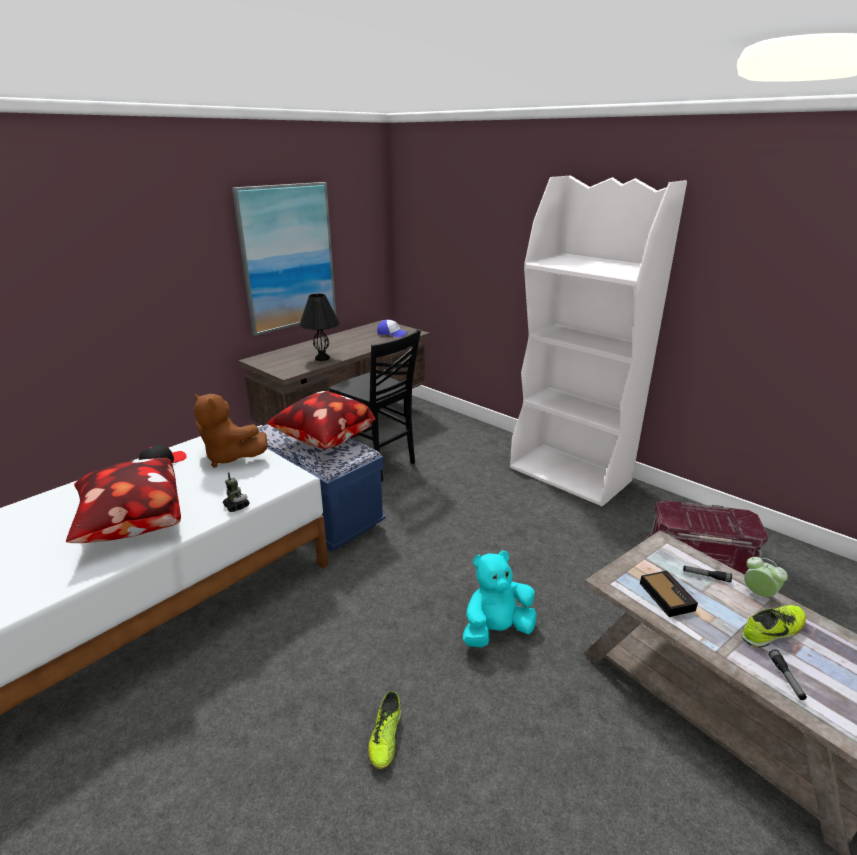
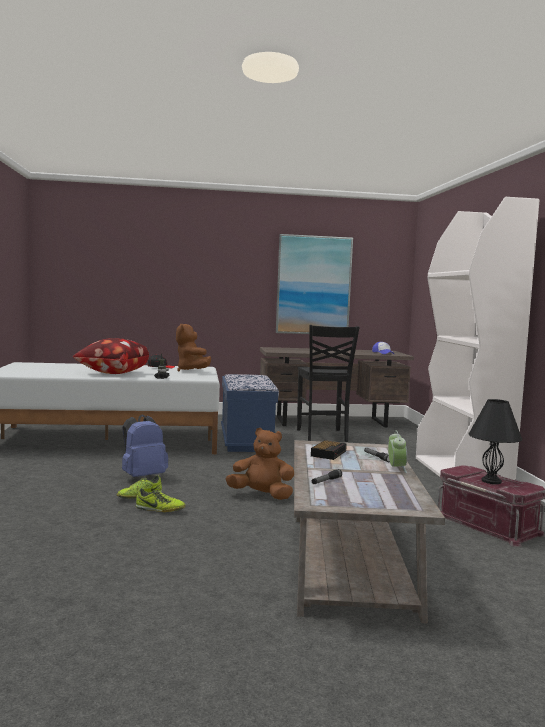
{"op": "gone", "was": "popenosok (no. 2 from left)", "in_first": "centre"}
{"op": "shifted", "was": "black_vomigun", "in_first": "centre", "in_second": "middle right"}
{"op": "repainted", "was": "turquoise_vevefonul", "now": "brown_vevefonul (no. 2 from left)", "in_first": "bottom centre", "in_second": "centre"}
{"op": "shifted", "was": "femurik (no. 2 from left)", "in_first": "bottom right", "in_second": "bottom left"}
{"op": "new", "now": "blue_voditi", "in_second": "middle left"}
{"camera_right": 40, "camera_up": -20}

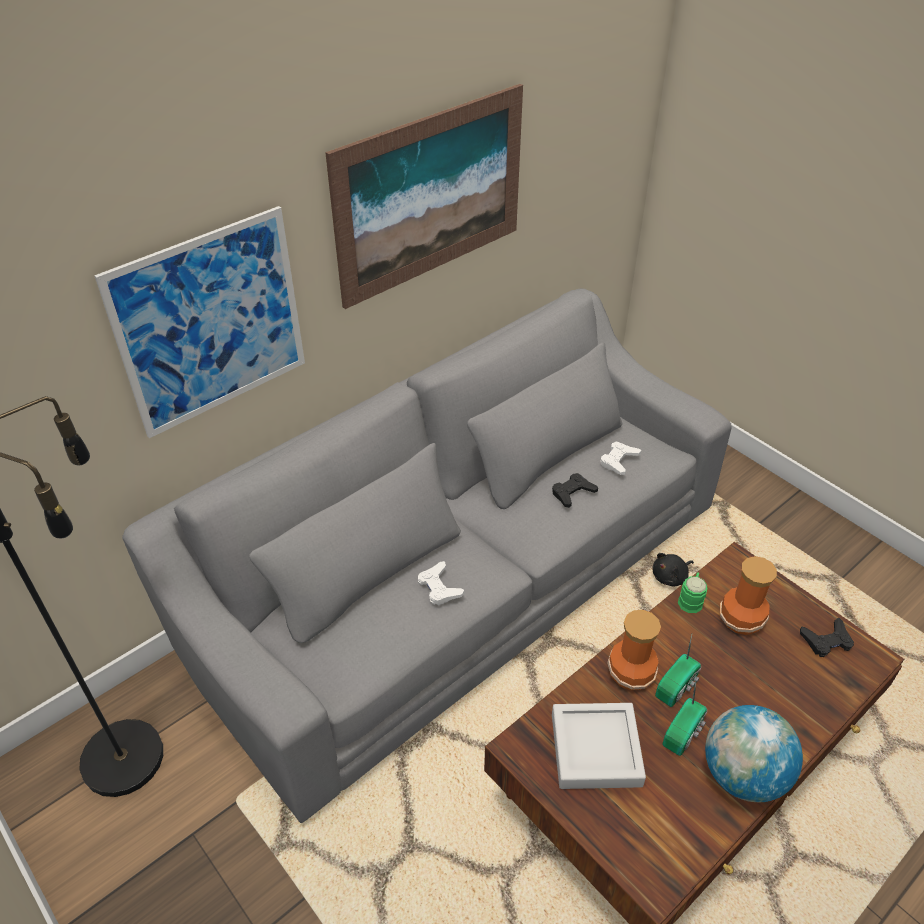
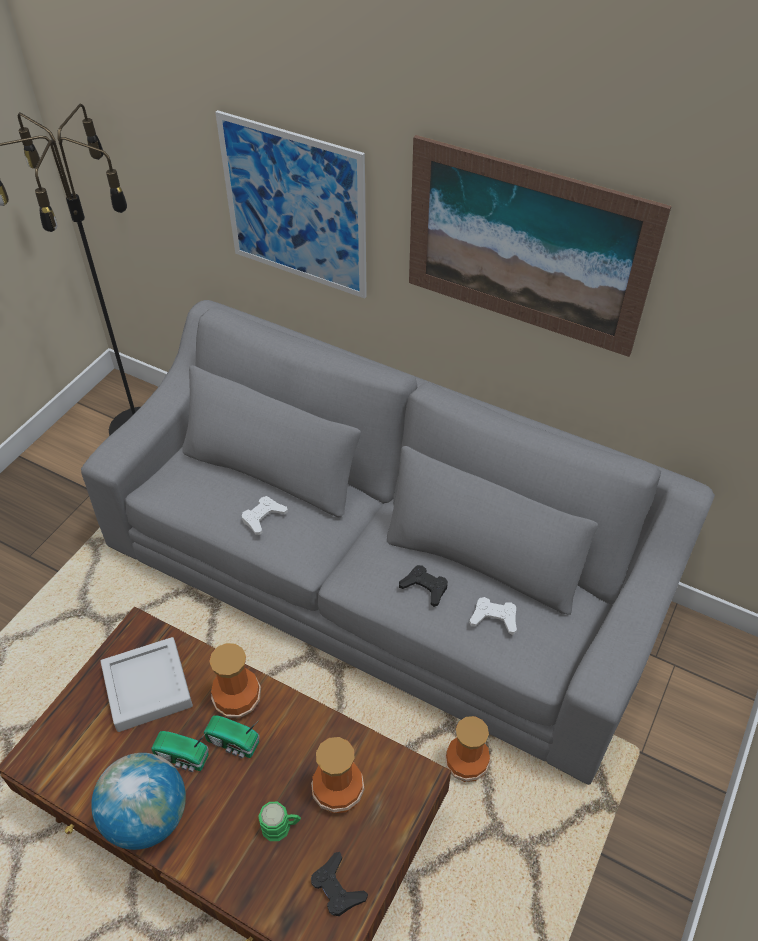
{"op": "swapped", "was": "black_vevefonul", "now": "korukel (no. 3 from left)", "in_first": "middle right", "in_second": "bottom centre"}
{"op": "shifted", "was": "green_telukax", "in_first": "middle right", "in_second": "bottom centre"}
{"camera_right": 70, "camera_up": 5}

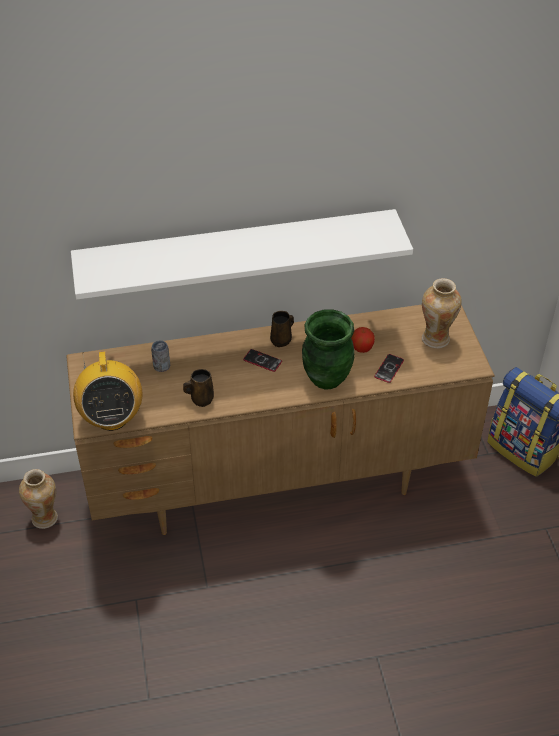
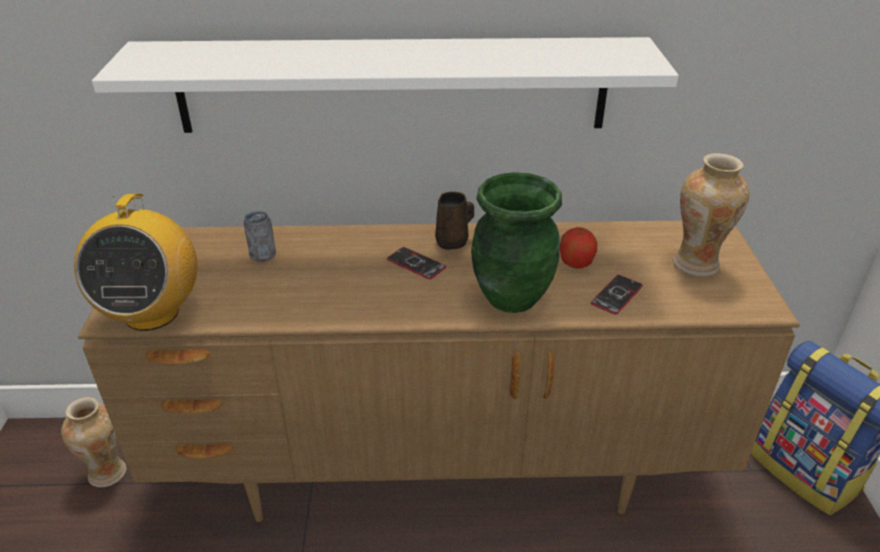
{"op": "gone", "was": "brown_telukax (no. 1 from left)", "in_first": "centre"}
{"camera_right": 10, "camera_up": -10}

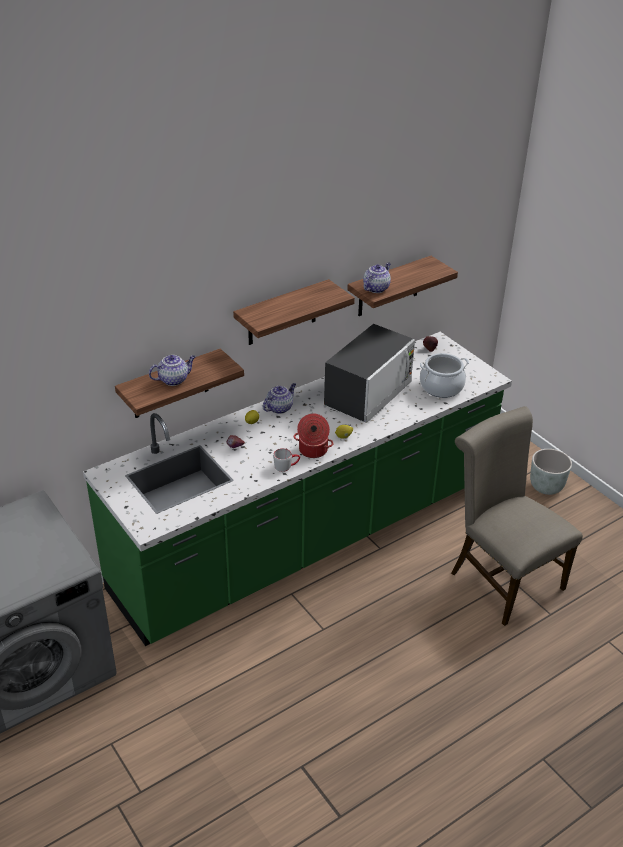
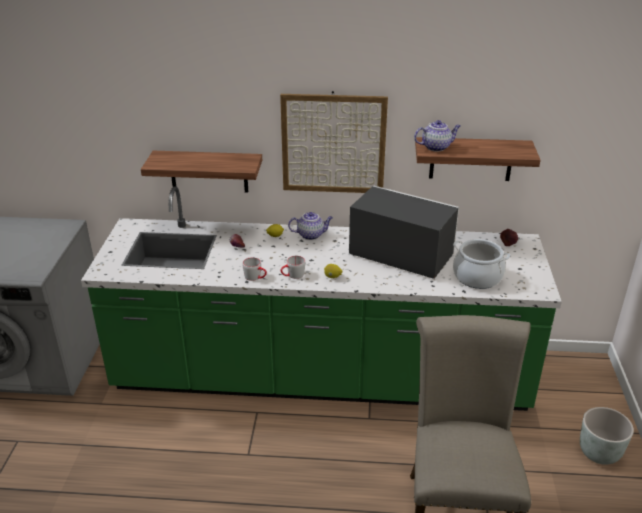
{"op": "gone", "was": "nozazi (no. 1 from left)", "in_first": "middle left"}
{"op": "swapped", "was": "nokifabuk (no. 2 from left)", "now": "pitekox", "in_first": "centre", "in_second": "top centre"}
{"op": "swapped", "was": "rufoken (no. 1 from left)", "now": "grey_telukax (no. 2 from left)", "in_first": "centre", "in_second": "centre"}
{"op": "rotated", "was": "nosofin", "in_first": "centre", "in_second": "centre", "clockwise": -135}
{"camera_right": 40, "camera_up": -5}

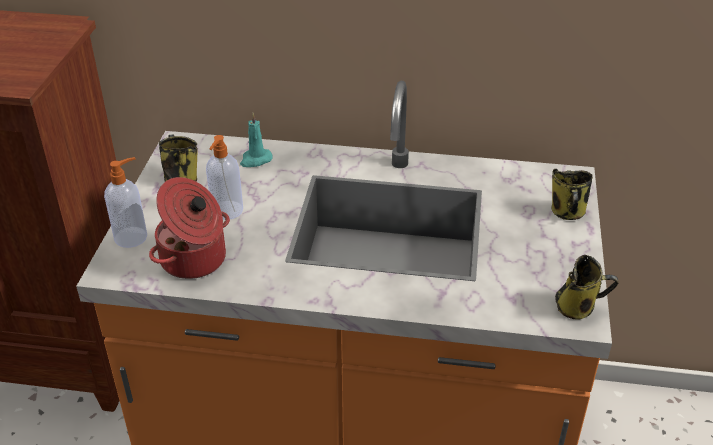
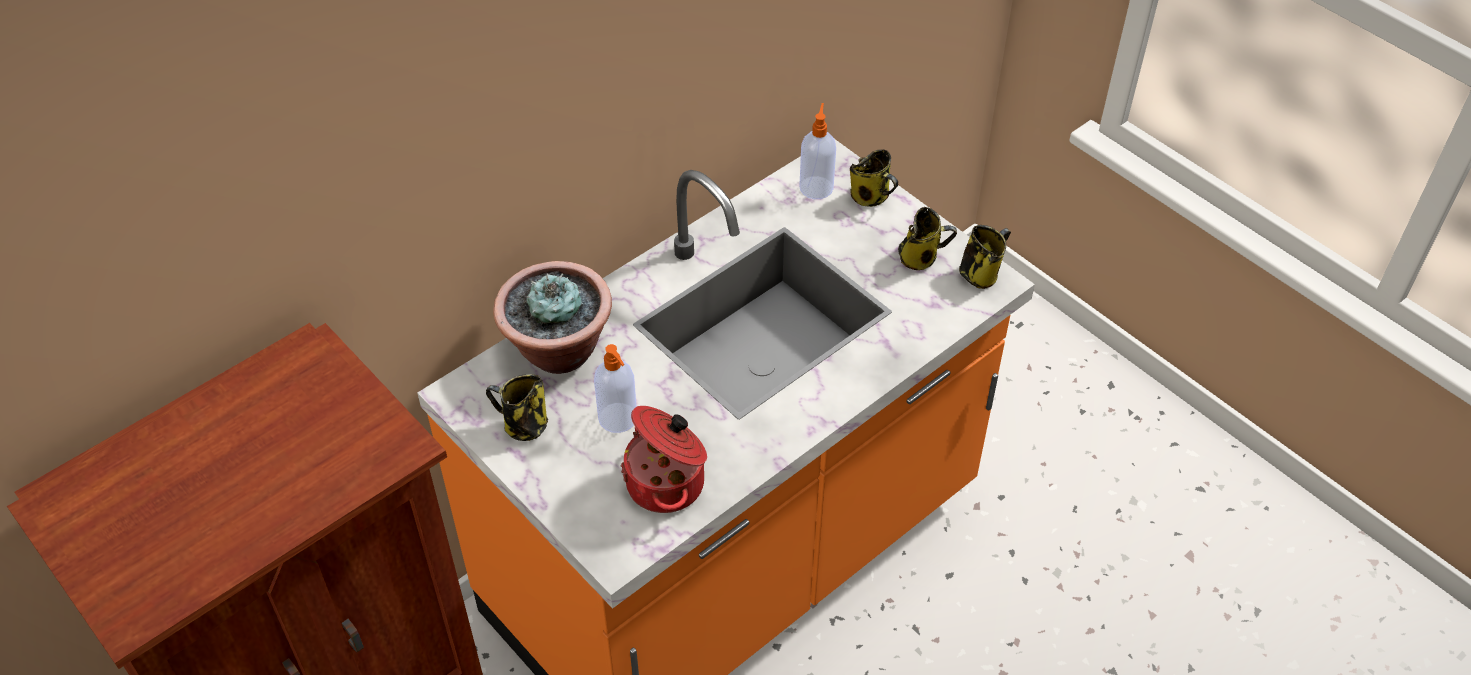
{"op": "shifted", "was": "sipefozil (no. 1 from left in the first image)", "now": "sipefozil (no. 2 from left)", "in_first": "middle left", "in_second": "top centre"}
{"op": "swapped", "was": "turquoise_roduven", "now": "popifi", "in_first": "top centre", "in_second": "centre"}
{"op": "new", "now": "telukax (no. 3 from left)", "in_second": "centre"}
{"camera_right": -50, "camera_up": 10}

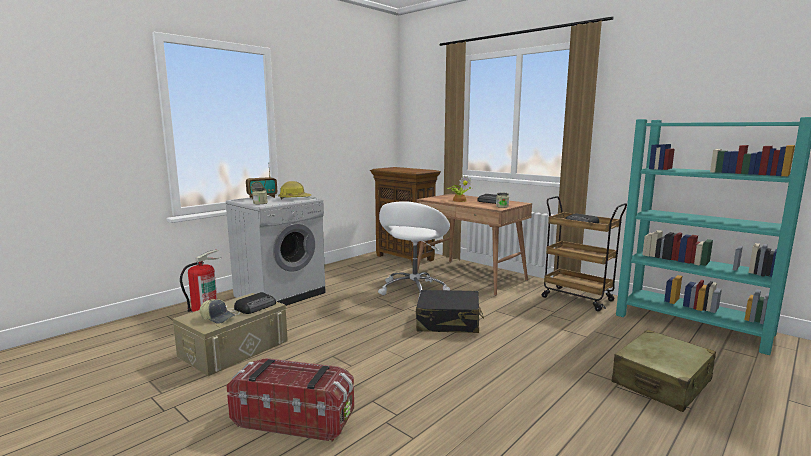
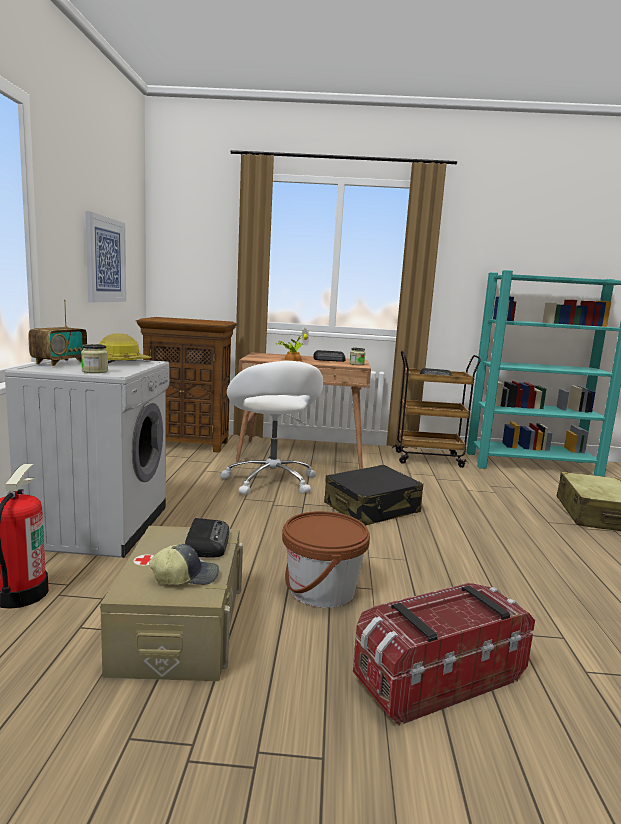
{"op": "new", "now": "pitekox", "in_second": "top left"}
{"op": "new", "now": "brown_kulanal", "in_second": "bottom centre"}
{"camera_right": -40, "camera_up": 0}

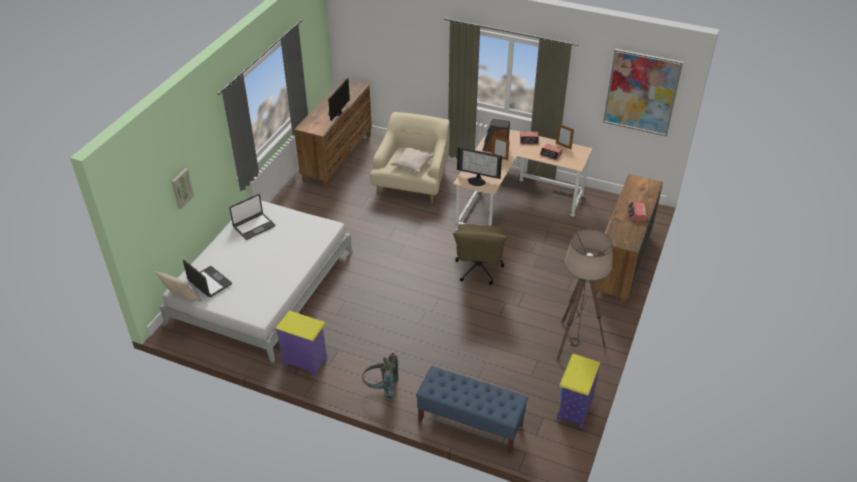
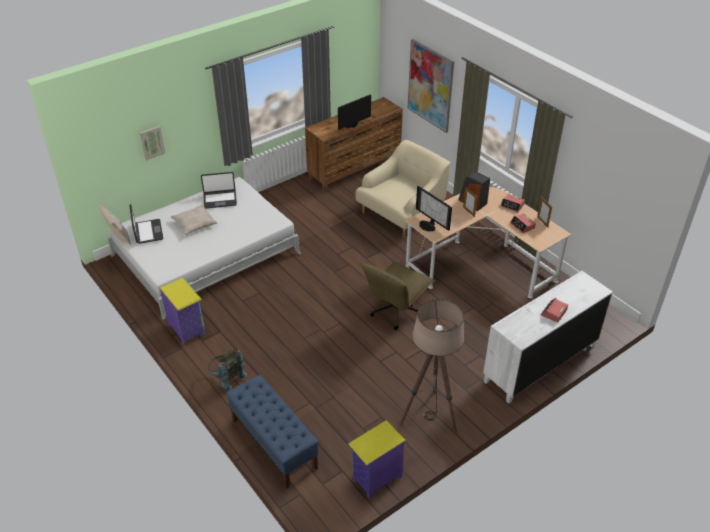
{"op": "shifted", "was": "beige_popenosok (no. 2 from left)", "in_first": "top centre", "in_second": "middle left"}
{"op": "repainted", "was": "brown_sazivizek (no. 2 from left)", "now": "white_sazivizek", "in_first": "middle right", "in_second": "middle right"}
{"op": "shifted", "was": "pitekox (no. 2 from left)", "in_first": "top right", "in_second": "top centre"}
{"camera_right": 30, "camera_up": 0}

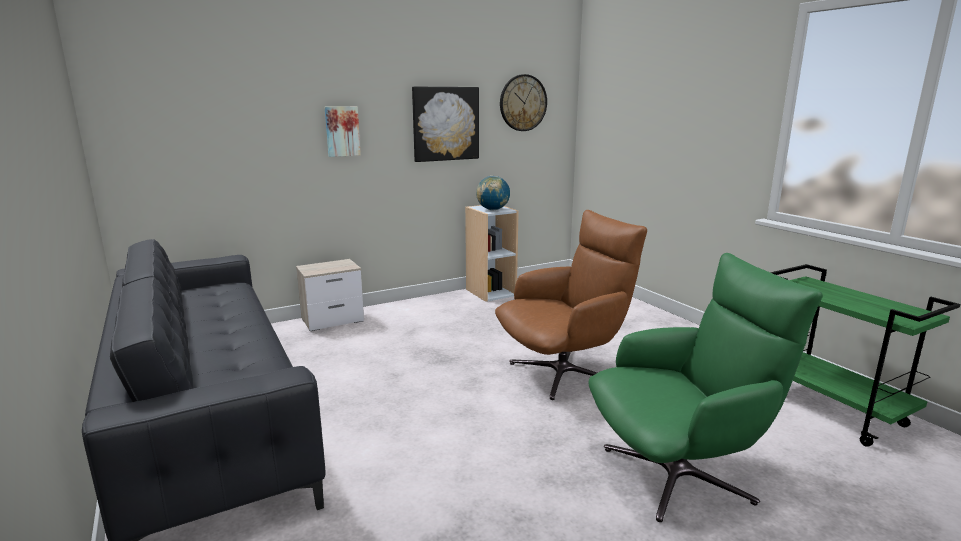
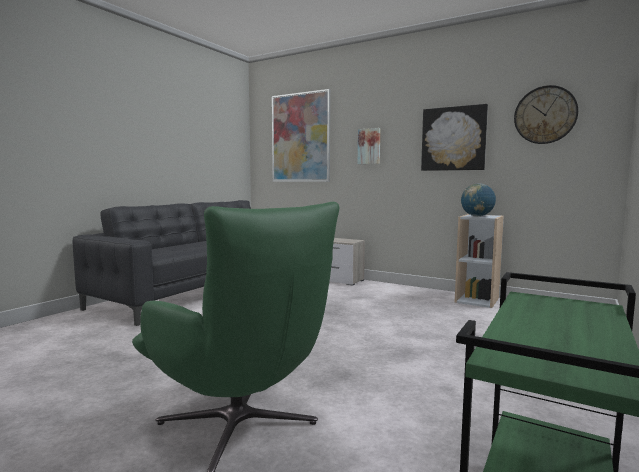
{"op": "gone", "was": "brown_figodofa", "in_first": "centre"}
{"op": "new", "now": "pitekox (no. 1 from left)", "in_second": "top centre"}
{"camera_right": 60, "camera_up": -10}

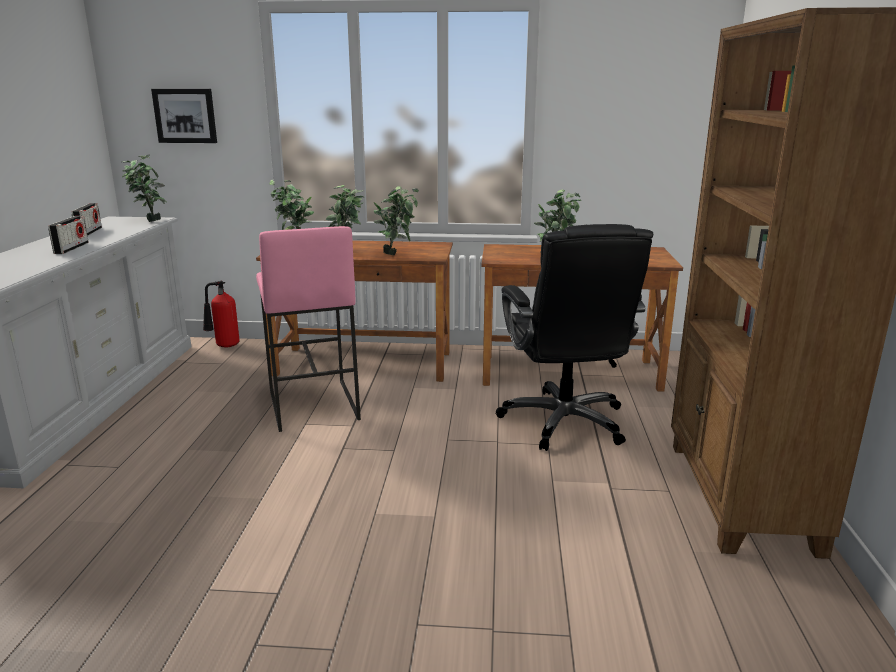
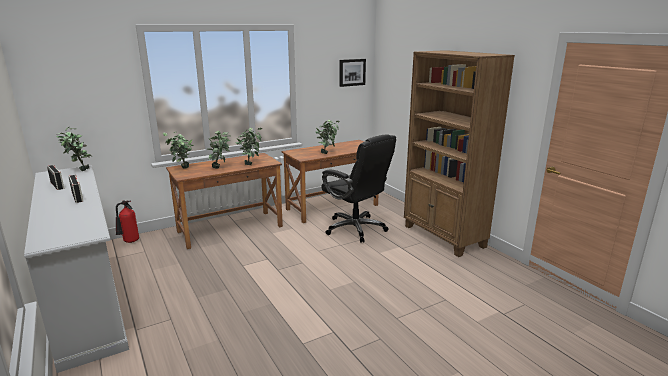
{"op": "shifted", "was": "pitekox", "in_first": "top left", "in_second": "top centre"}
{"op": "gone", "was": "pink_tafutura", "in_first": "centre"}
{"camera_right": -35, "camera_up": 0}

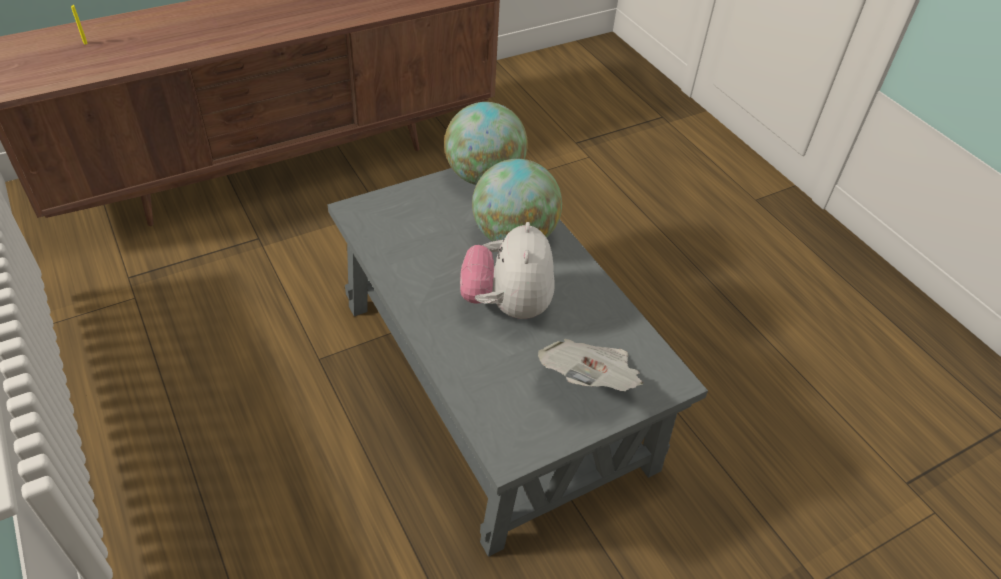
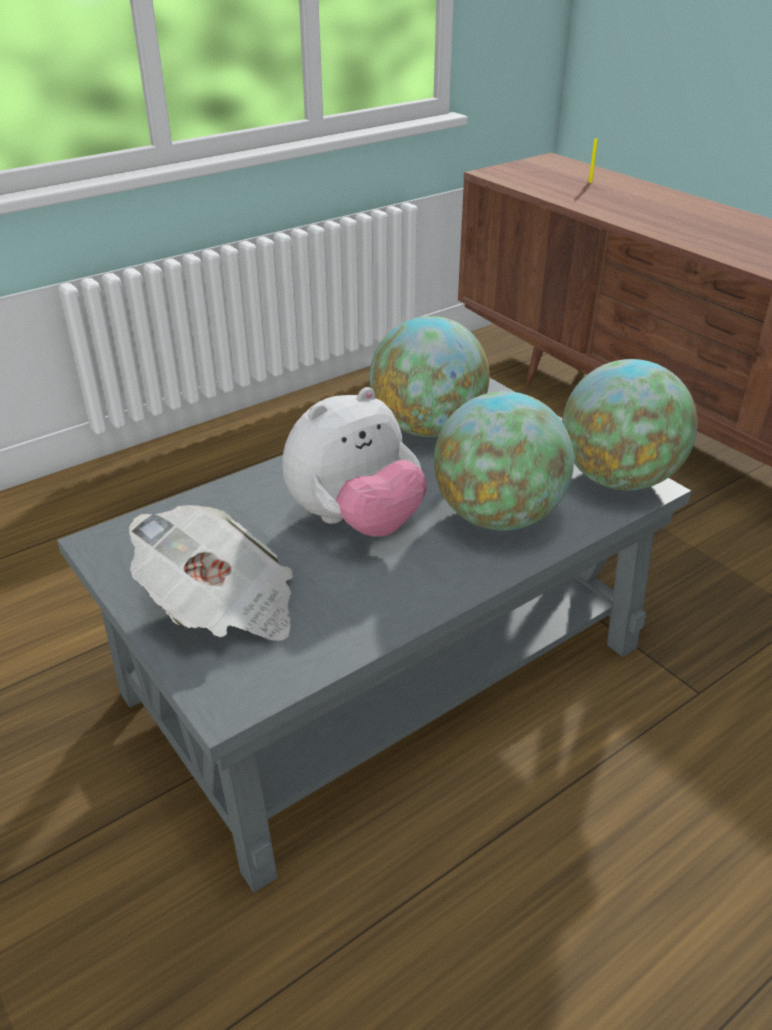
{"op": "rotated", "was": "vevefonul", "in_first": "centre", "in_second": "centre", "clockwise": 150}
{"op": "new", "now": "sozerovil (no. 1 from left)", "in_second": "centre"}
{"camera_right": 85, "camera_up": -10}

